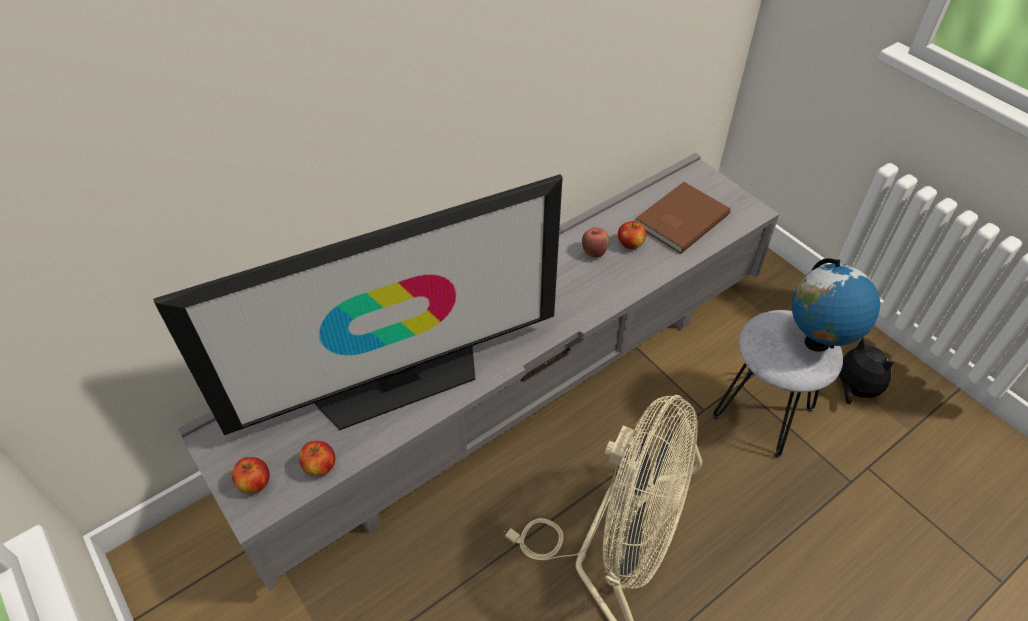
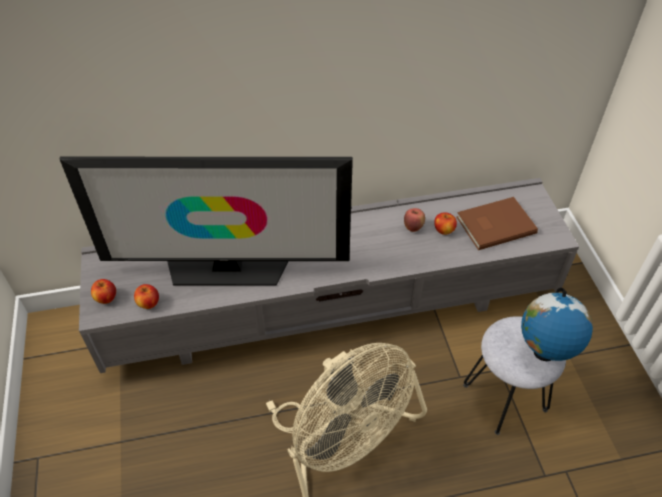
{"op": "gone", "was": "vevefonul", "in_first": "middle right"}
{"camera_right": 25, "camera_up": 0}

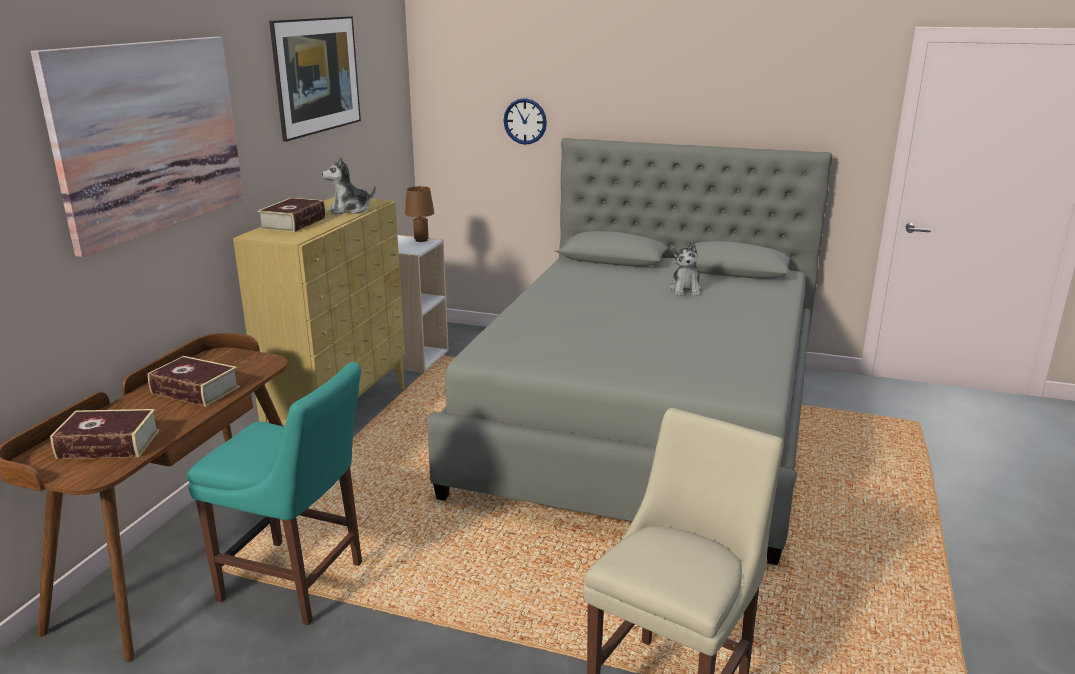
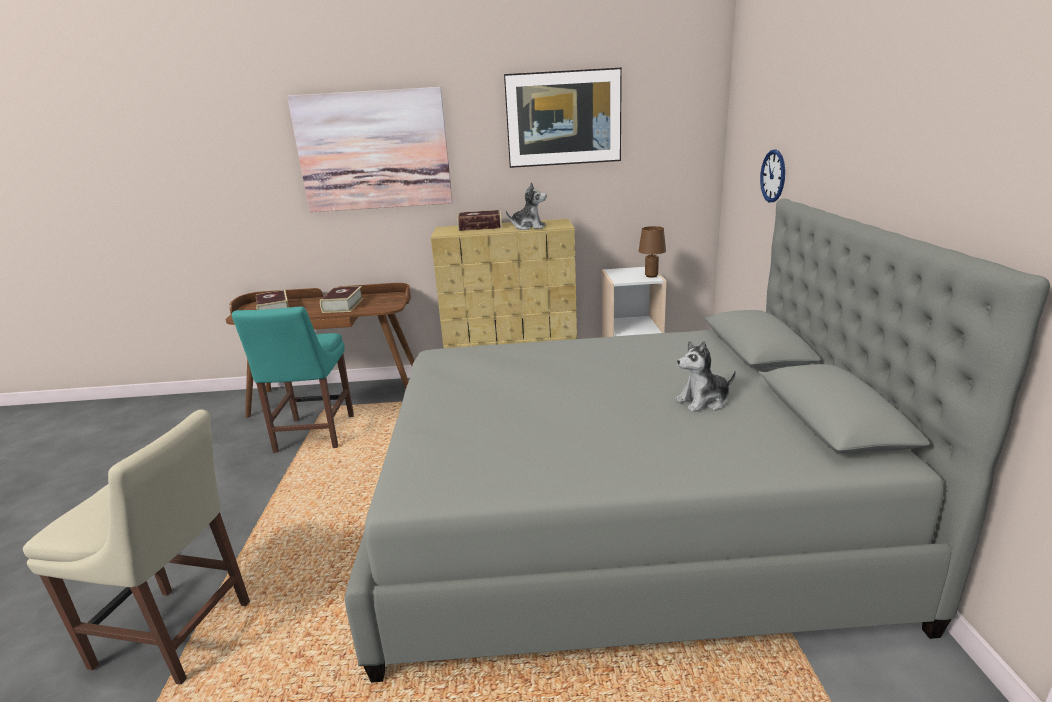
{"op": "rotated", "was": "vevefonul (no. 1 from left)", "in_first": "top left", "in_second": "top centre", "clockwise": 150}
{"camera_right": 70, "camera_up": 0}

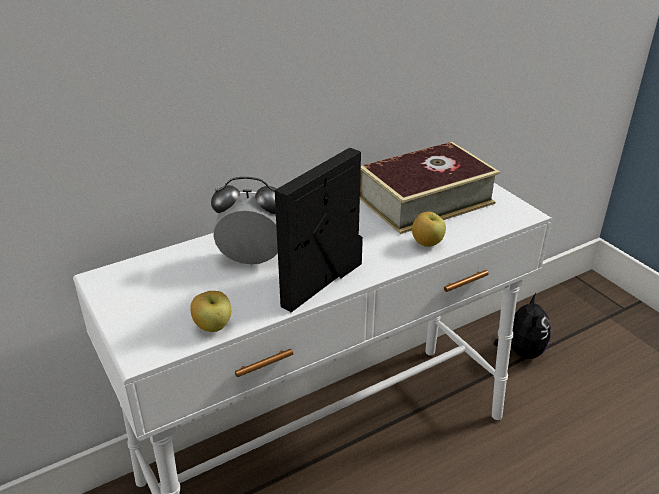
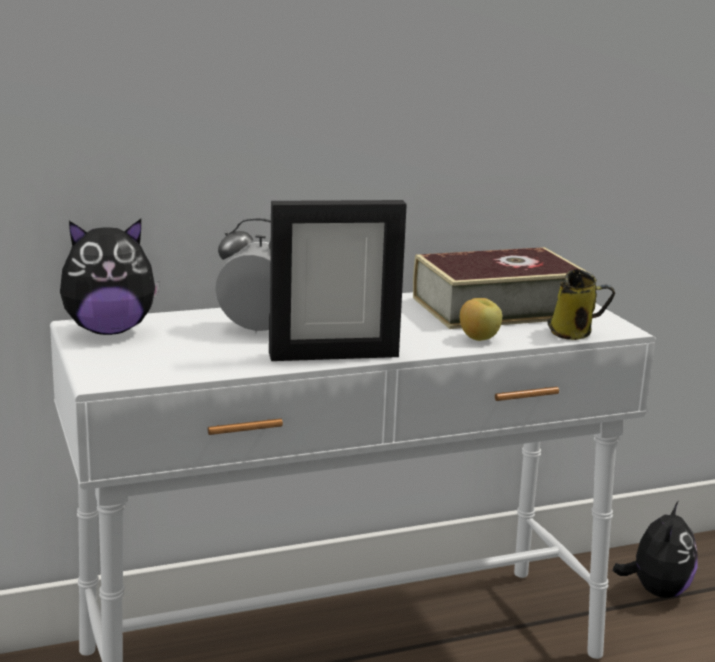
{"op": "gone", "was": "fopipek (no. 1 from left)", "in_first": "middle left"}
{"op": "rotated", "was": "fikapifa", "in_first": "centre", "in_second": "centre", "clockwise": -150}
{"op": "new", "now": "vevefonul (no. 1 from left)", "in_second": "middle left"}
{"op": "new", "now": "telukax", "in_second": "middle right"}
{"camera_right": 10, "camera_up": -15}

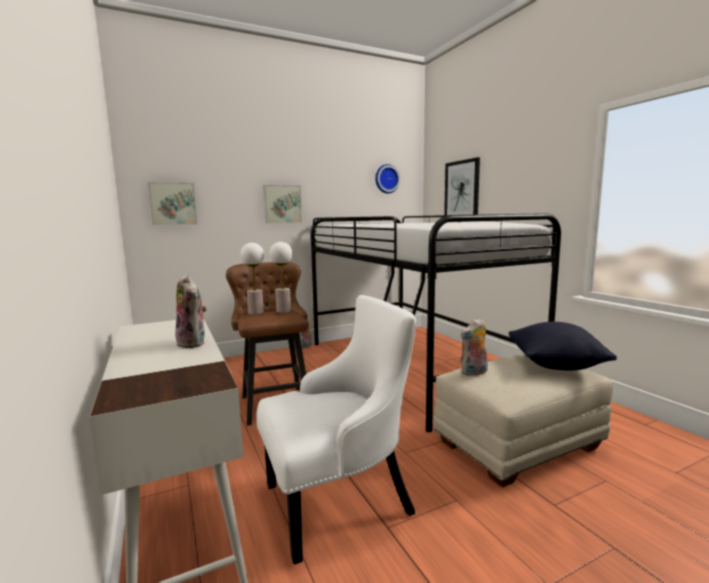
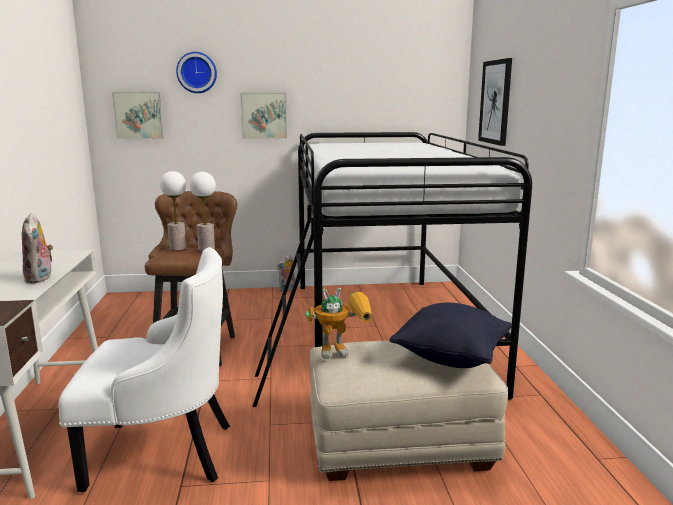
{"op": "shifted", "was": "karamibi", "in_first": "top centre", "in_second": "top left"}
{"op": "swapped", "was": "vevefonul (no. 3 from left)", "now": "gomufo", "in_first": "middle right", "in_second": "centre"}
{"camera_right": 20, "camera_up": 5}

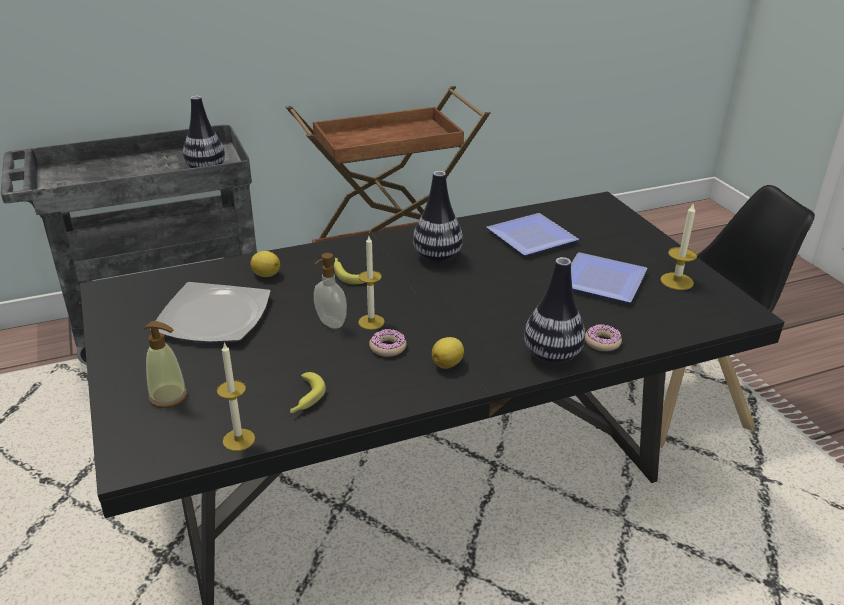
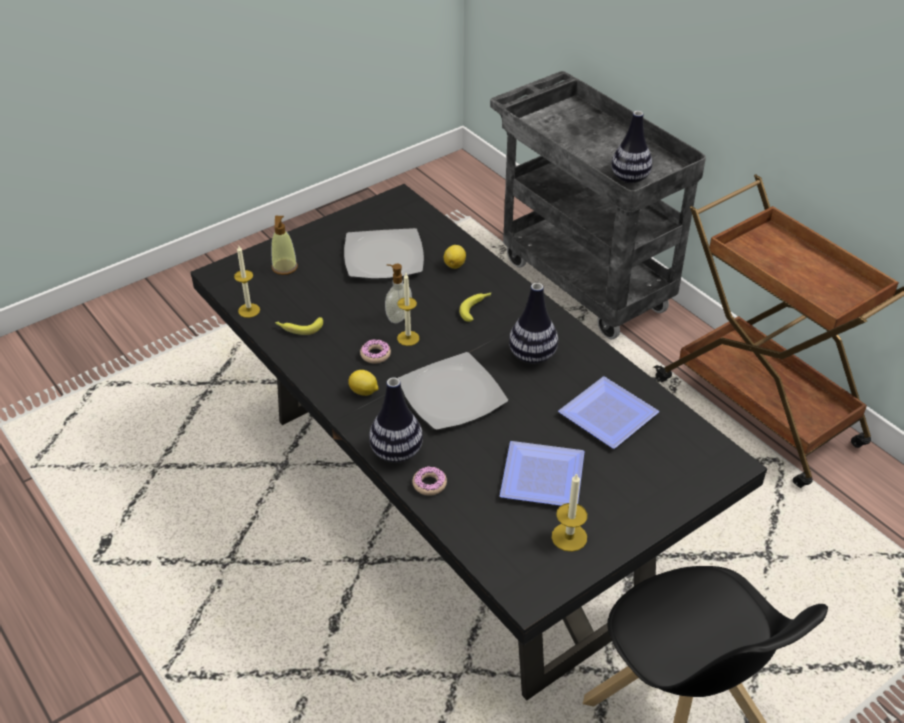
{"op": "new", "now": "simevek (no. 2 from left)", "in_second": "centre"}
{"camera_right": 75, "camera_up": 10}

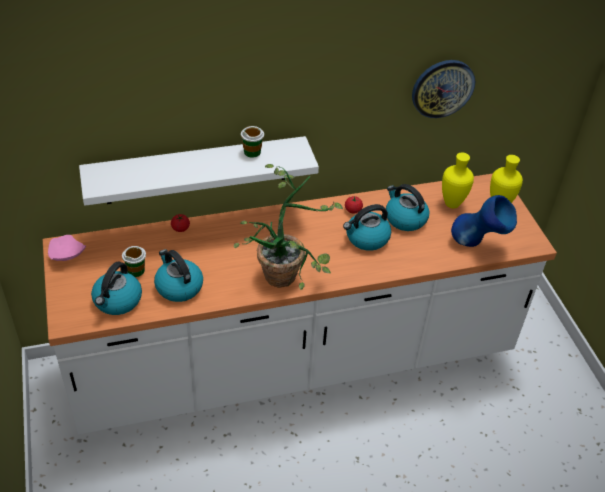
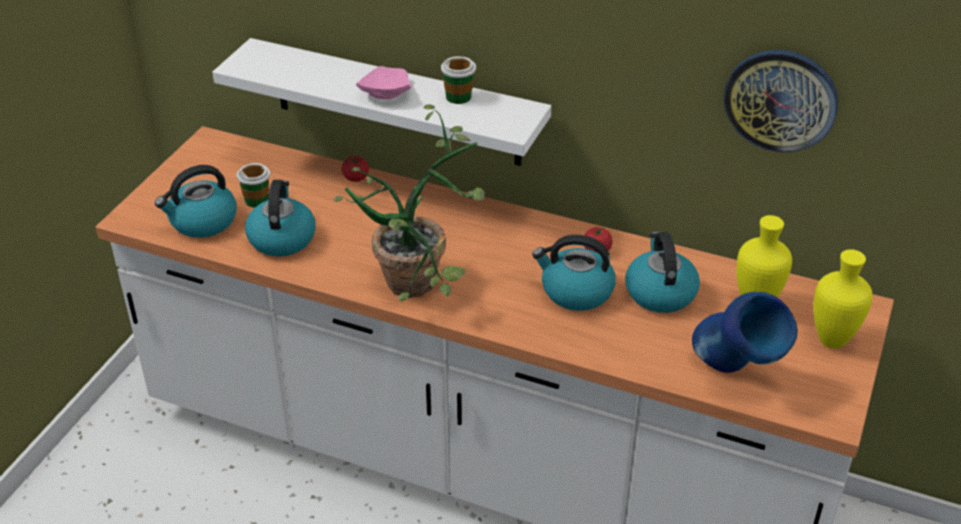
{"op": "shifted", "was": "pink_simevek", "in_first": "middle left", "in_second": "top centre"}
{"camera_right": 40, "camera_up": -5}

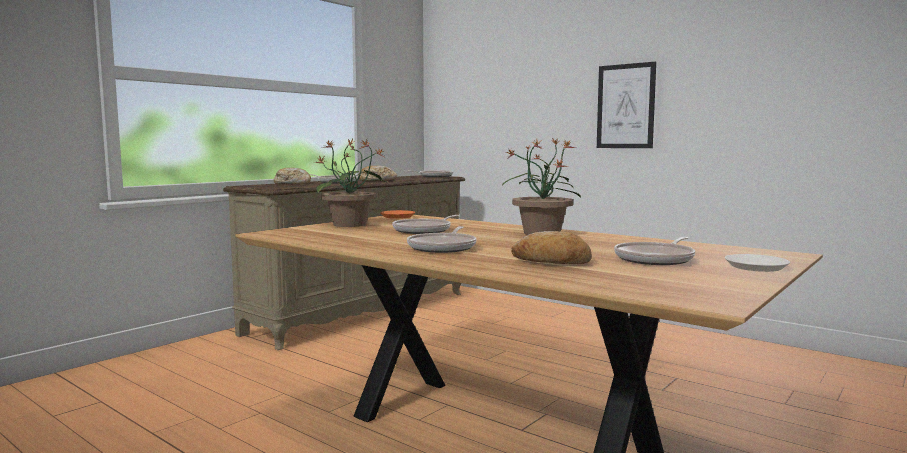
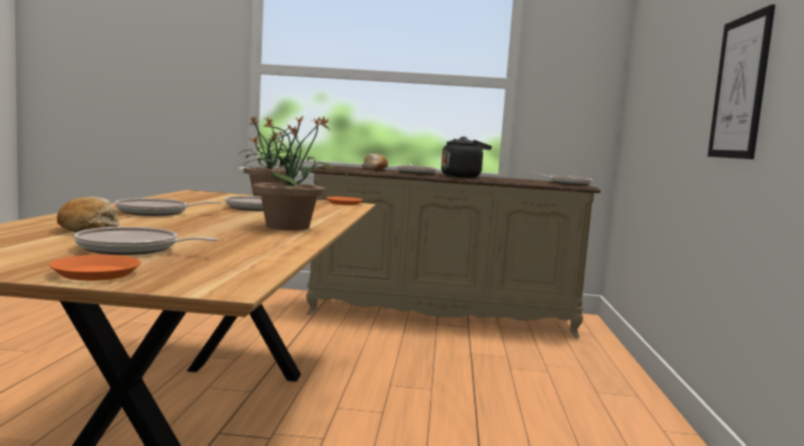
{"op": "swapped", "was": "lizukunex (no. 2 from left)", "now": "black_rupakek", "in_first": "centre", "in_second": "centre"}
{"op": "repainted", "was": "white_simevek", "now": "orange_simevek (no. 1 from left)", "in_first": "middle right", "in_second": "middle left"}
{"camera_right": 55, "camera_up": 0}

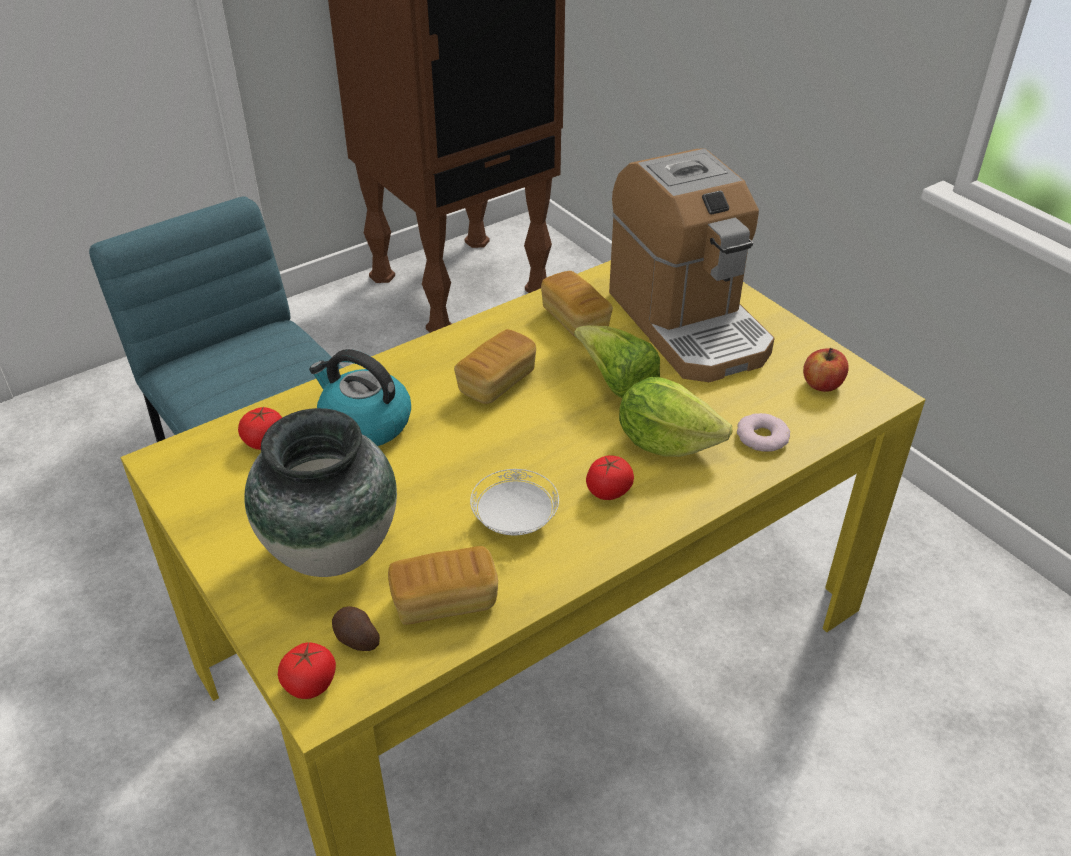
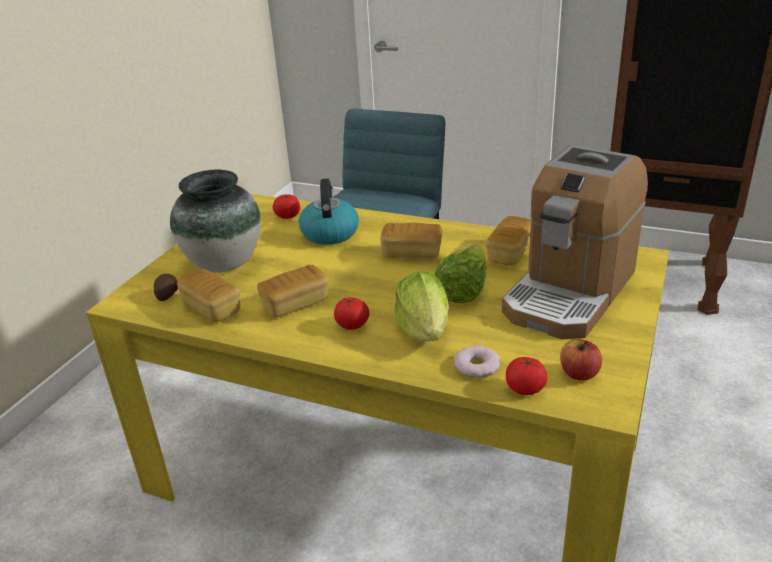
{"op": "shifted", "was": "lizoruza (no. 2 from left in the first image)", "now": "lizoruza (no. 3 from left)", "in_first": "bottom left", "in_second": "bottom right"}
{"op": "swapped", "was": "white_simevek", "now": "lizukunex (no. 2 from left)", "in_first": "centre", "in_second": "centre"}
{"camera_right": 60, "camera_up": -10}

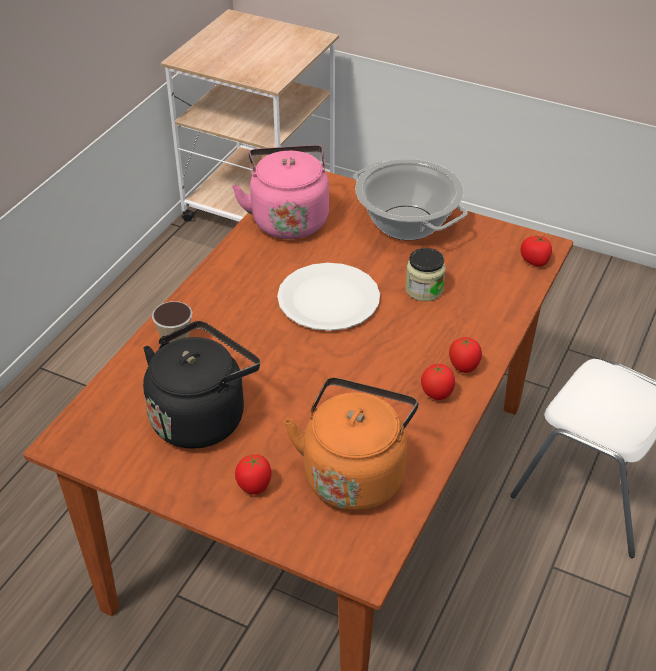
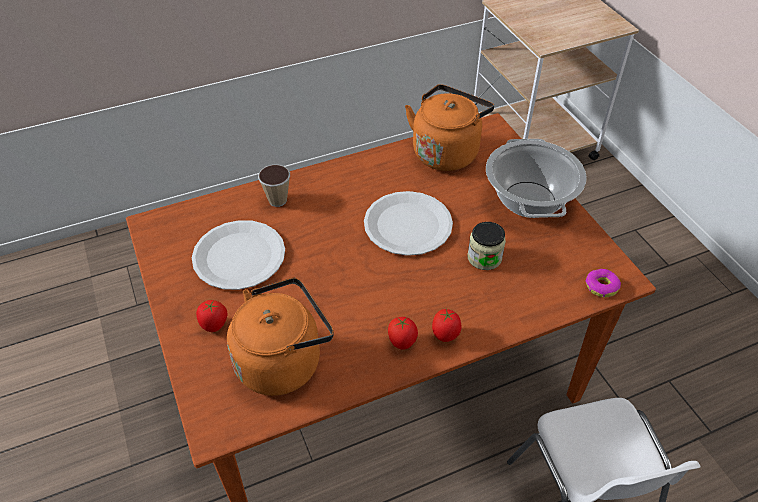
{"op": "swapped", "was": "black_rupakek", "now": "white_simevek (no. 1 from left)", "in_first": "middle left", "in_second": "middle left"}
{"op": "repainted", "was": "pink_rupakek", "now": "orange_rupakek (no. 2 from left)", "in_first": "top centre", "in_second": "top centre"}
{"op": "swapped", "was": "lizoruza (no. 4 from left)", "now": "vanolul", "in_first": "middle right", "in_second": "middle right"}
{"camera_right": 40, "camera_up": 5}

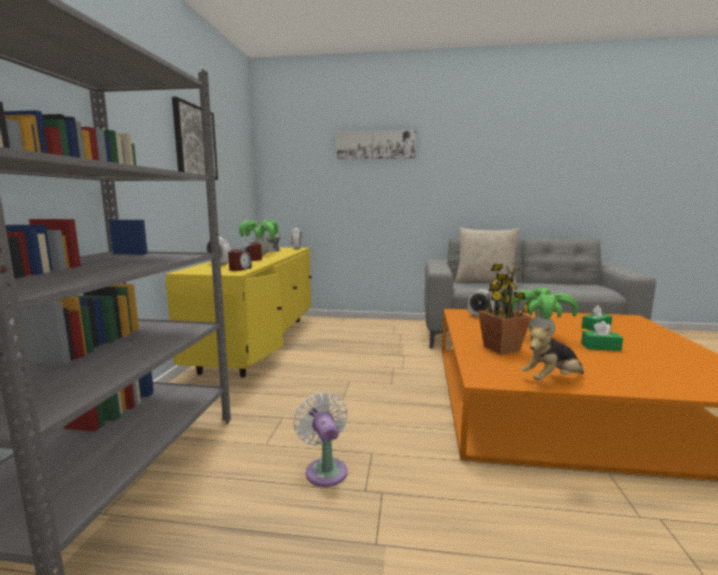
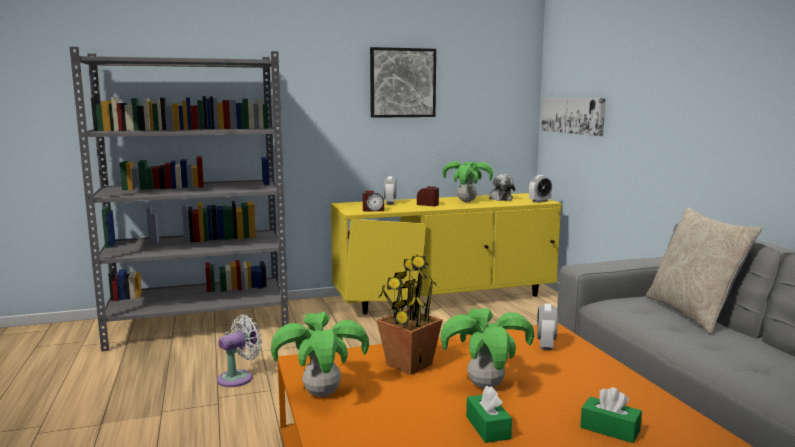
{"op": "shifted", "was": "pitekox (no. 2 from left)", "in_first": "top centre", "in_second": "top right"}
{"op": "swapped", "was": "vevefonul (no. 2 from left)", "now": "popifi (no. 1 from left)", "in_first": "middle right", "in_second": "bottom centre"}
{"camera_right": 65, "camera_up": 0}

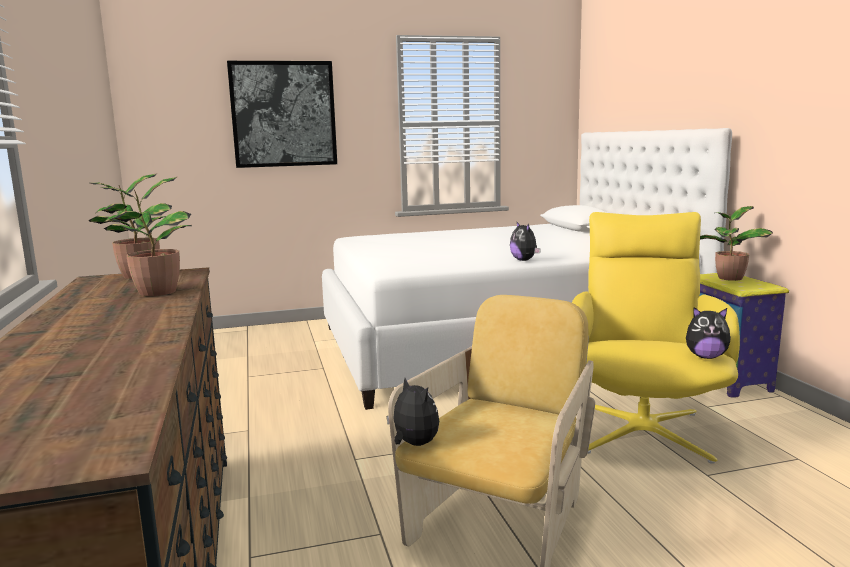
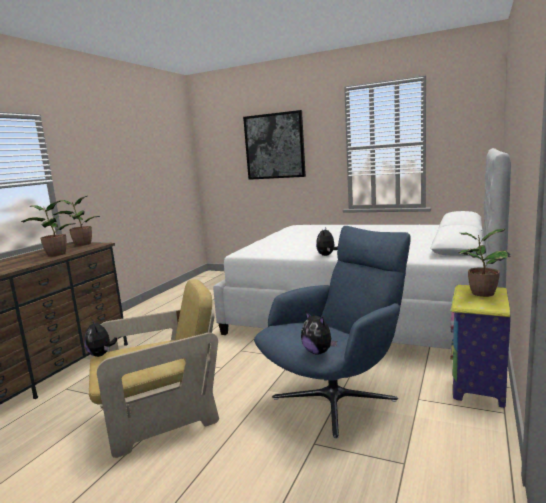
{"op": "rotated", "was": "vevefonul (no. 1 from left)", "in_first": "bottom centre", "in_second": "bottom left", "clockwise": 150}
{"op": "repainted", "was": "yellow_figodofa (no. 2 from left)", "now": "blue_figodofa", "in_first": "middle right", "in_second": "centre"}
{"camera_right": 40, "camera_up": 0}

